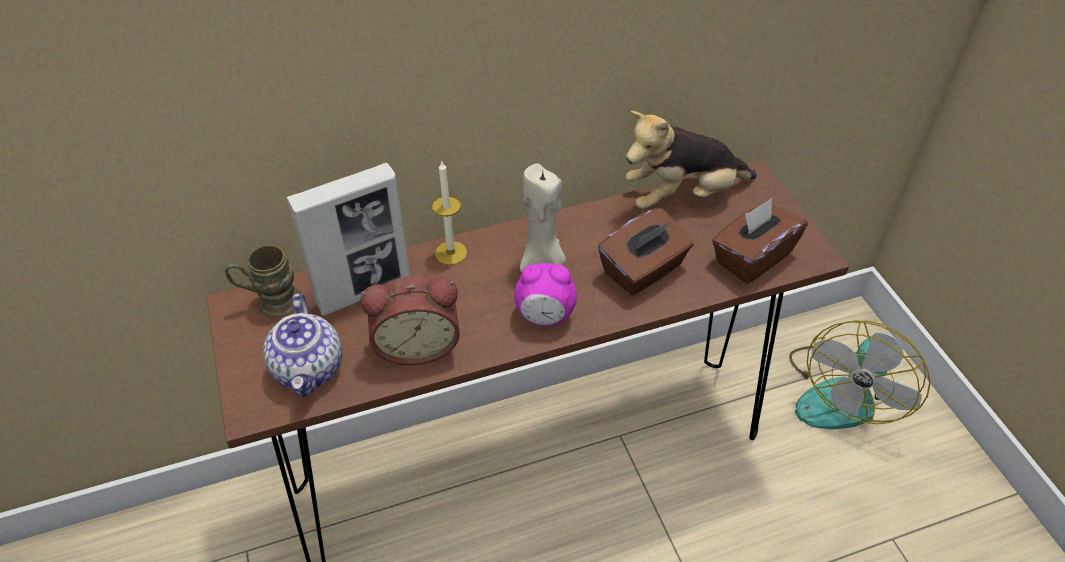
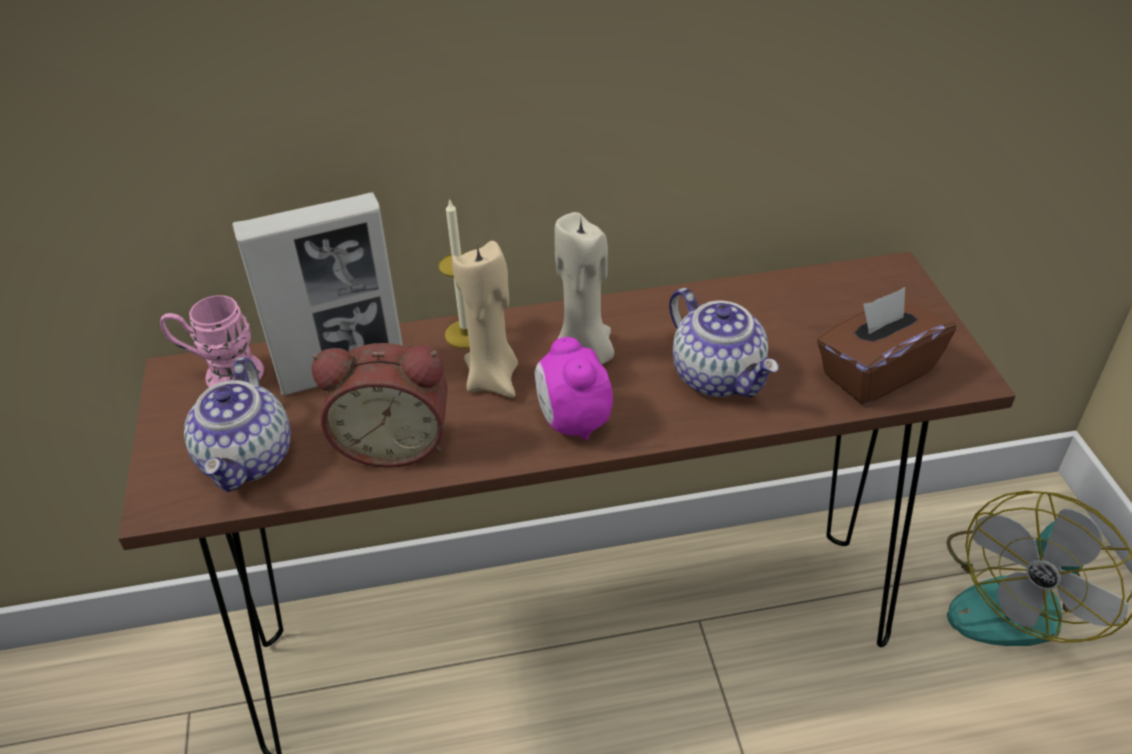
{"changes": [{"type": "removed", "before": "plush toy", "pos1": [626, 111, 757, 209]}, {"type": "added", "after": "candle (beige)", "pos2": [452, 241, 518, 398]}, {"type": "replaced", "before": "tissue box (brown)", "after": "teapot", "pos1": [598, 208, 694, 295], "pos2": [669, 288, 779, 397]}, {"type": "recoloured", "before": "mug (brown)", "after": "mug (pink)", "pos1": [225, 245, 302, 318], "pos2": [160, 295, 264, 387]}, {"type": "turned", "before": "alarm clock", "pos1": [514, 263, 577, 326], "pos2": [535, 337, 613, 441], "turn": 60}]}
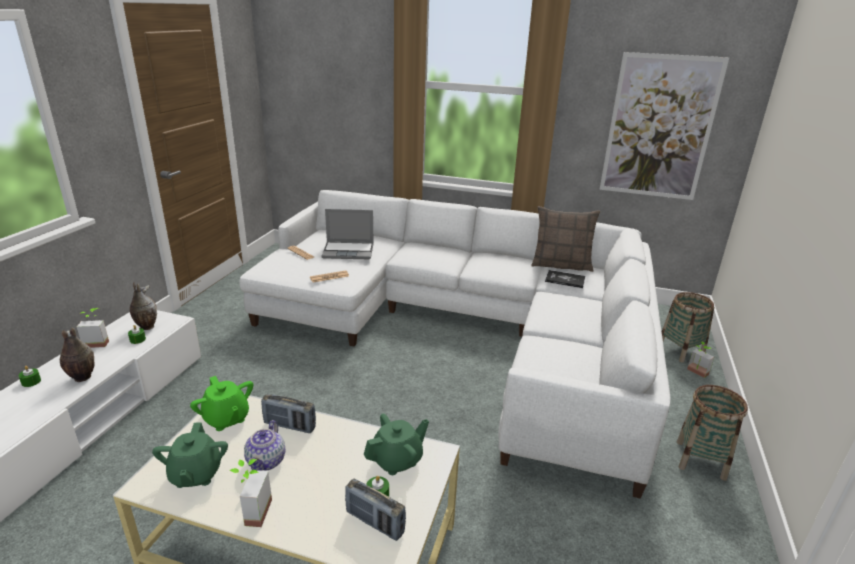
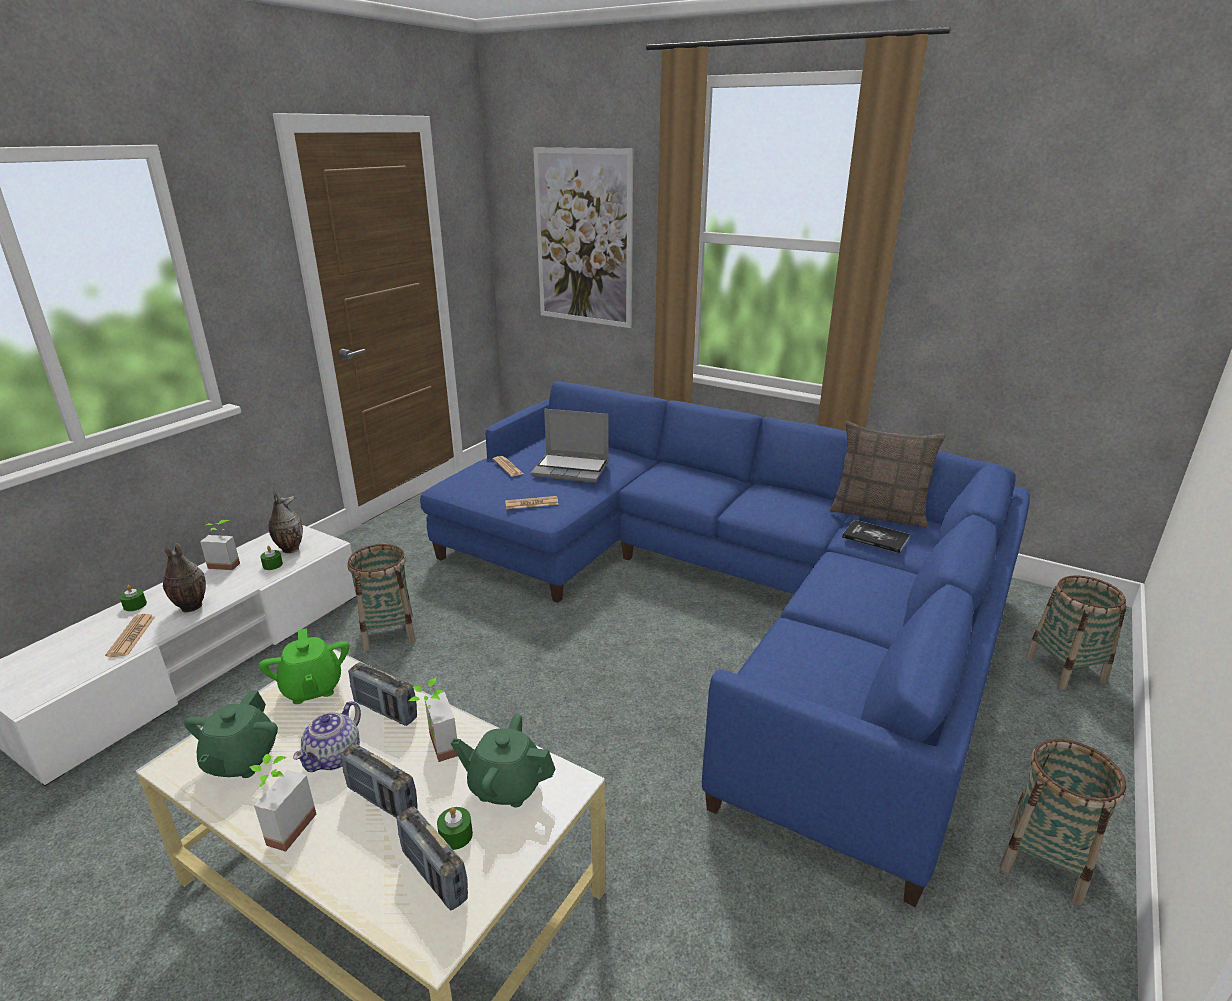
{"changes": [{"type": "added", "after": "newspaper", "pos2": [105, 614, 155, 657]}, {"type": "added", "after": "radio", "pos2": [341, 743, 417, 819]}, {"type": "added", "after": "basket", "pos2": [347, 544, 416, 651]}, {"type": "moved", "before": "picture", "pos1": [599, 52, 729, 200], "pos2": [533, 147, 633, 328]}, {"type": "moved", "before": "potted plant", "pos1": [687, 342, 714, 378], "pos2": [409, 678, 457, 762]}, {"type": "recoloured", "before": "sofa (white)", "after": "sofa (blue)", "pos1": [239, 190, 671, 498], "pos2": [420, 382, 1030, 907]}, {"type": "turned", "before": "teapot (green)", "pos1": [364, 414, 429, 475], "pos2": [451, 714, 555, 807], "turn": -150}]}
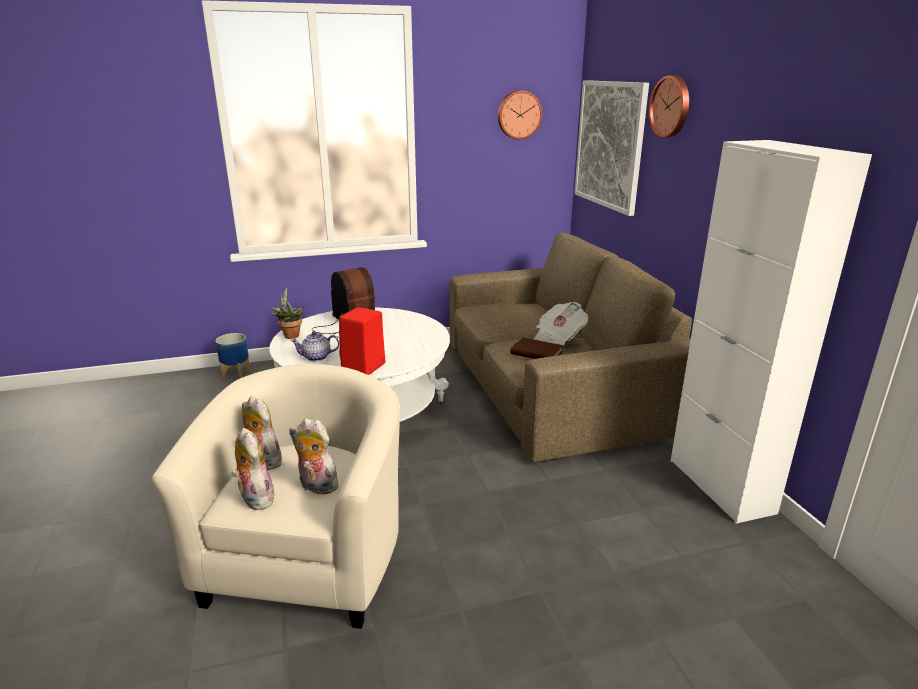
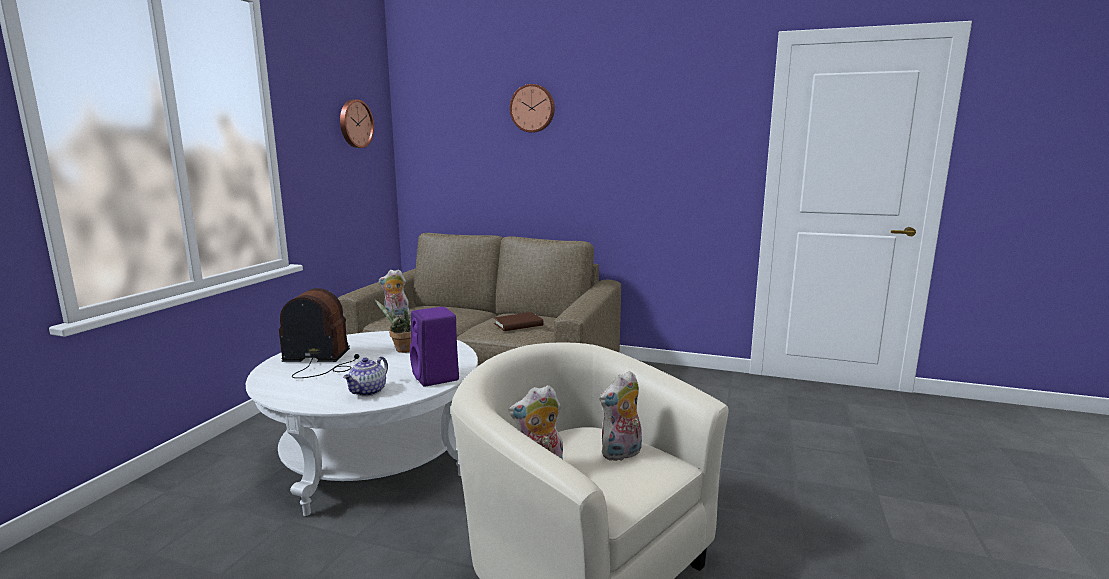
{"changes": [{"type": "removed", "before": "planter", "pos1": [215, 333, 250, 378]}, {"type": "removed", "before": "newspaper", "pos1": [534, 302, 588, 345]}, {"type": "removed", "before": "picture", "pos1": [574, 80, 649, 216]}, {"type": "removed", "before": "cabinet (white)", "pos1": [671, 140, 872, 524]}, {"type": "moved", "before": "plush toy", "pos1": [231, 428, 275, 510], "pos2": [379, 269, 410, 317]}, {"type": "moved", "before": "potted plant", "pos1": [271, 287, 303, 339], "pos2": [375, 300, 411, 353]}, {"type": "recoloured", "before": "speaker (red)", "after": "speaker (purple)", "pos1": [339, 307, 385, 375], "pos2": [410, 307, 459, 387]}]}
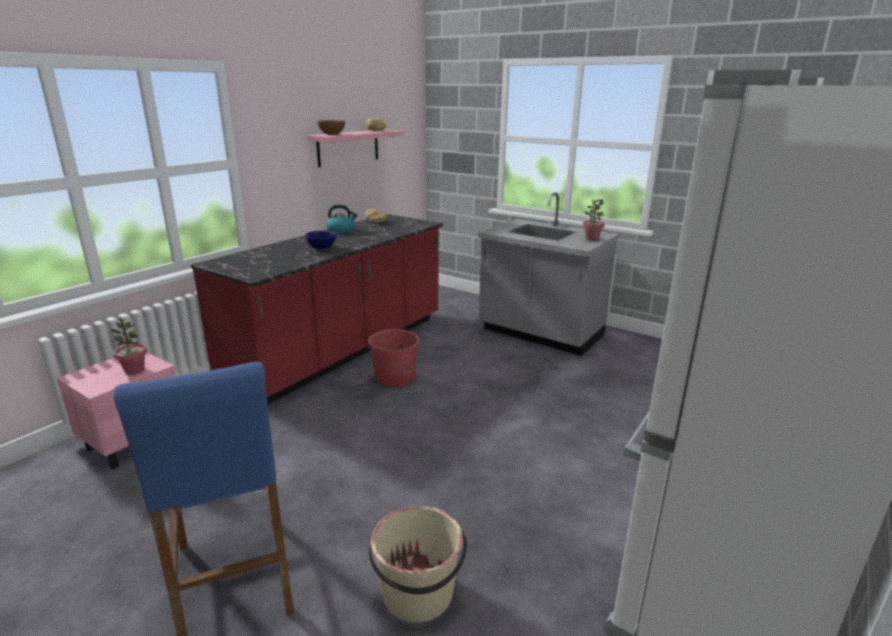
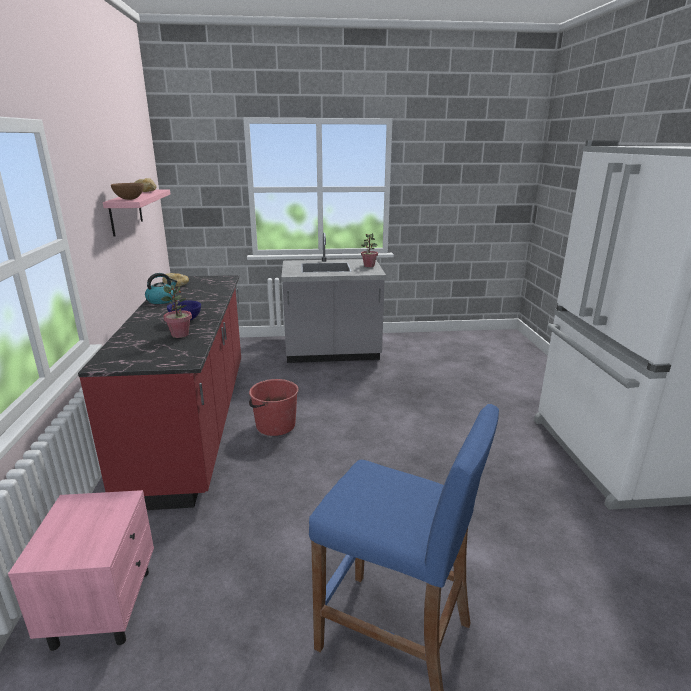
{"changes": [{"type": "removed", "before": "bucket (beige)", "pos1": [369, 506, 467, 623]}, {"type": "moved", "before": "potted plant", "pos1": [111, 318, 147, 375], "pos2": [161, 285, 192, 338]}]}
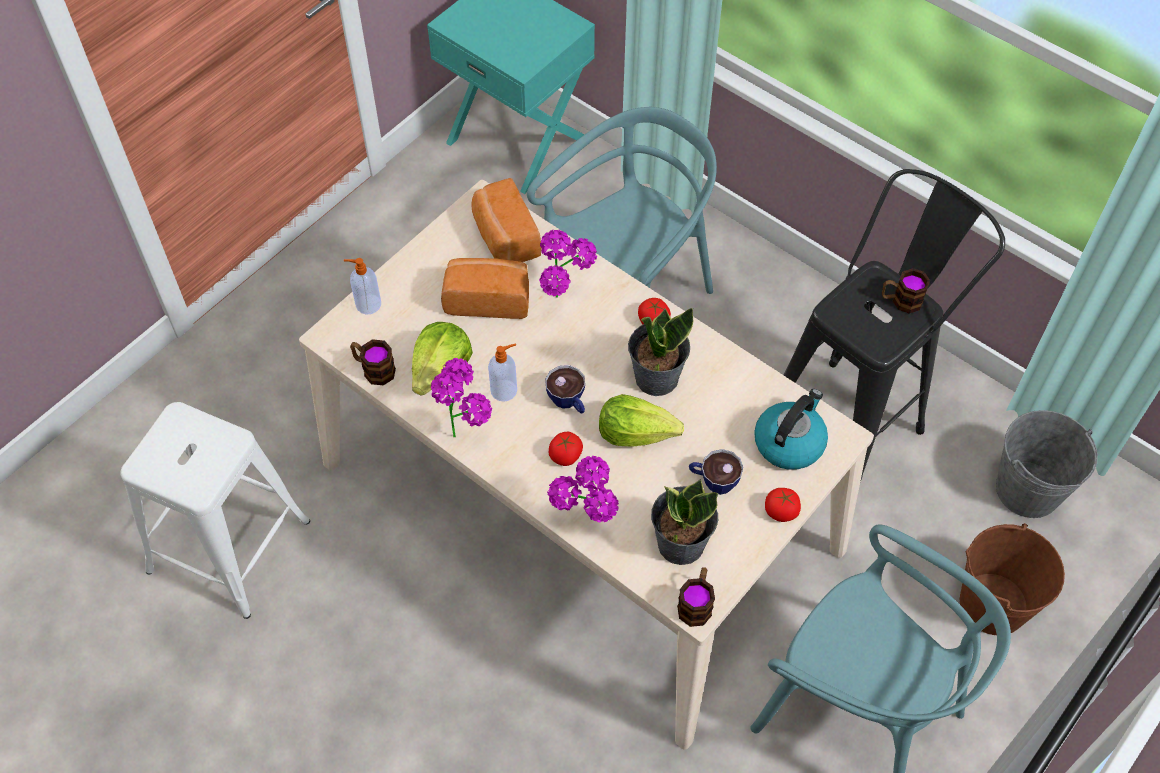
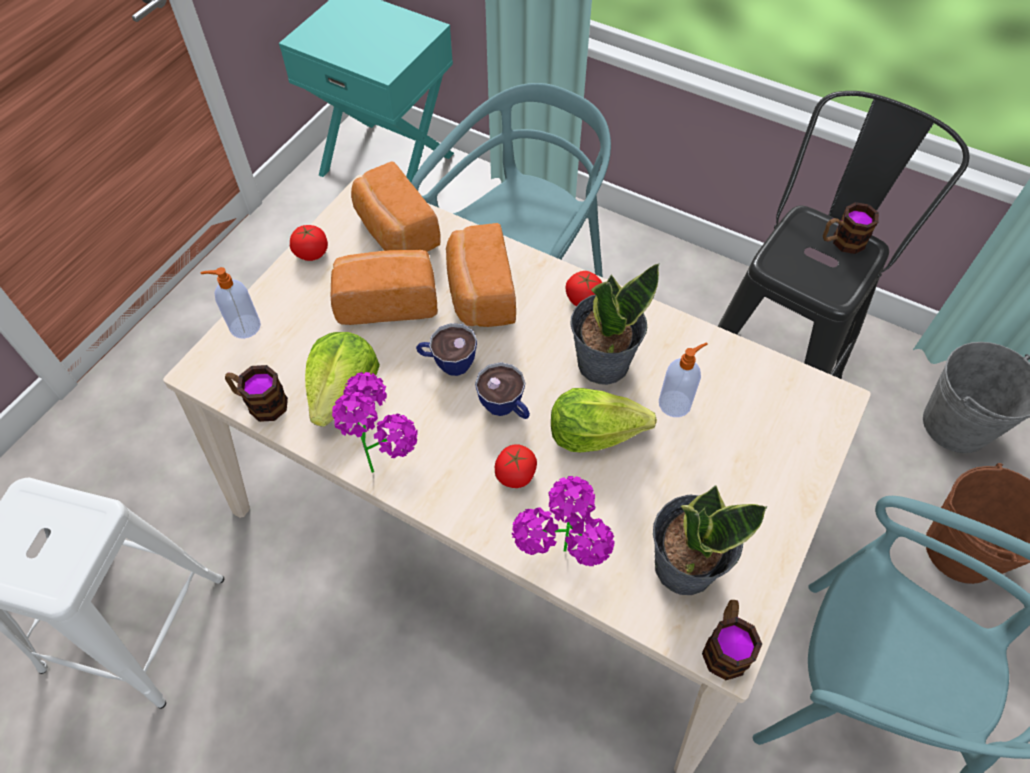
{"changes": [{"type": "removed", "before": "kettle", "pos1": [754, 389, 828, 470]}, {"type": "moved", "before": "soap dispenser", "pos1": [488, 344, 517, 402], "pos2": [659, 343, 707, 417]}, {"type": "moved", "before": "cup", "pos1": [689, 449, 743, 495], "pos2": [416, 323, 477, 376]}, {"type": "moved", "before": "tomato", "pos1": [765, 488, 801, 522], "pos2": [290, 225, 328, 261]}, {"type": "replaced", "before": "potted plant", "after": "bread", "pos1": [539, 230, 597, 298], "pos2": [446, 223, 516, 327]}]}
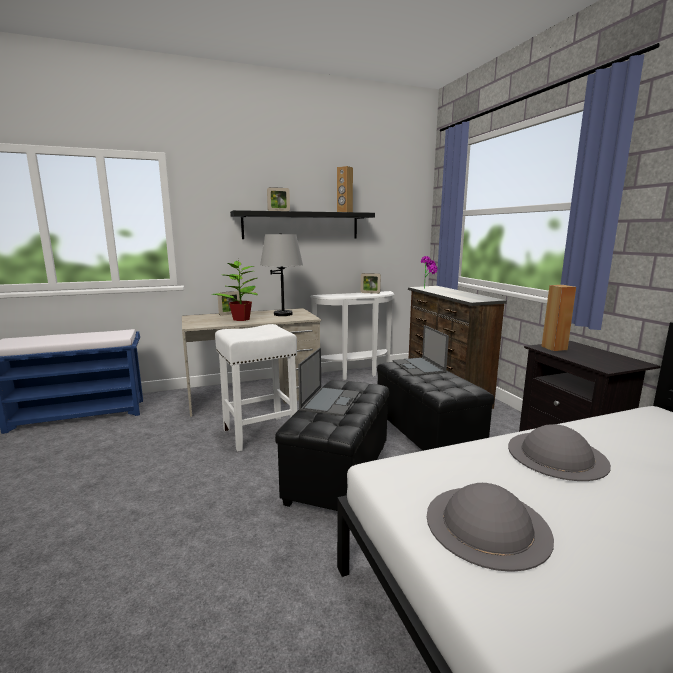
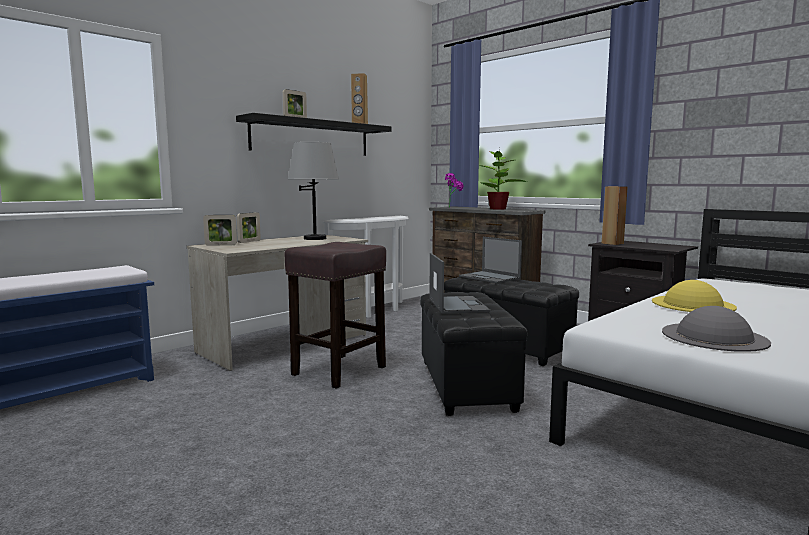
{"changes": [{"type": "moved", "before": "potted plant", "pos1": [212, 260, 258, 321], "pos2": [480, 148, 527, 210]}, {"type": "moved", "before": "picture frame", "pos1": [361, 273, 381, 294], "pos2": [203, 215, 237, 246]}, {"type": "recoloured", "before": "stool (white)", "after": "stool (brown)", "pos1": [215, 324, 297, 452], "pos2": [284, 242, 386, 389]}, {"type": "recoloured", "before": "hat (grey)", "after": "hat (yellow)", "pos1": [508, 424, 611, 481], "pos2": [652, 280, 737, 312]}]}
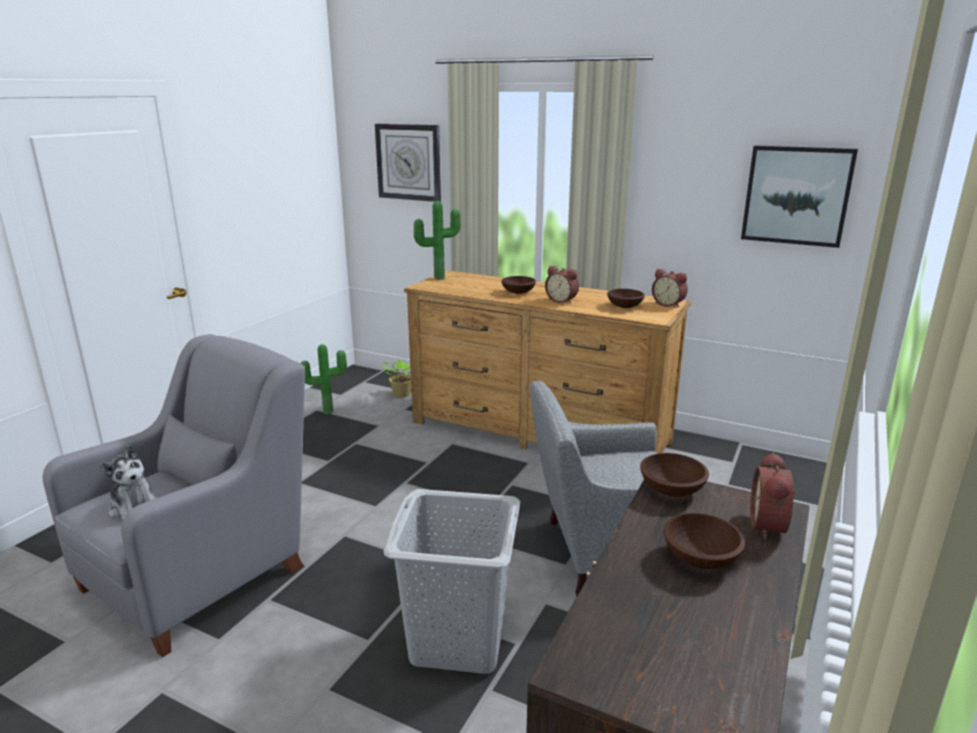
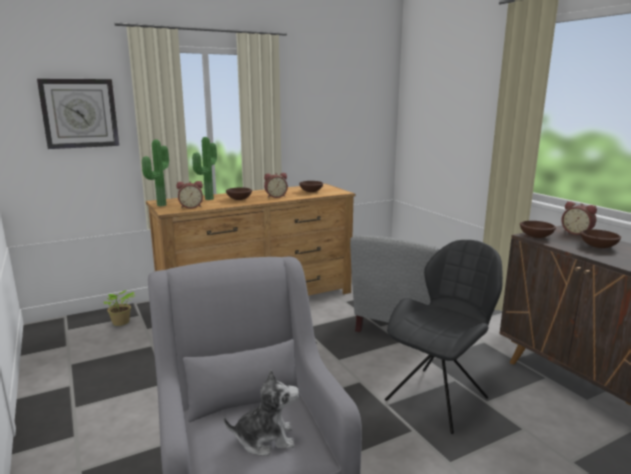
{"changes": [{"type": "removed", "before": "picture", "pos1": [741, 145, 858, 248]}, {"type": "moved", "before": "potted plant", "pos1": [301, 344, 347, 414], "pos2": [192, 137, 217, 200]}, {"type": "moved", "before": "alarm clock", "pos1": [652, 269, 688, 308], "pos2": [176, 181, 203, 209]}, {"type": "replaced", "before": "laundry basket (grey)", "after": "chair (black)", "pos1": [383, 489, 520, 674], "pos2": [385, 240, 503, 434]}]}
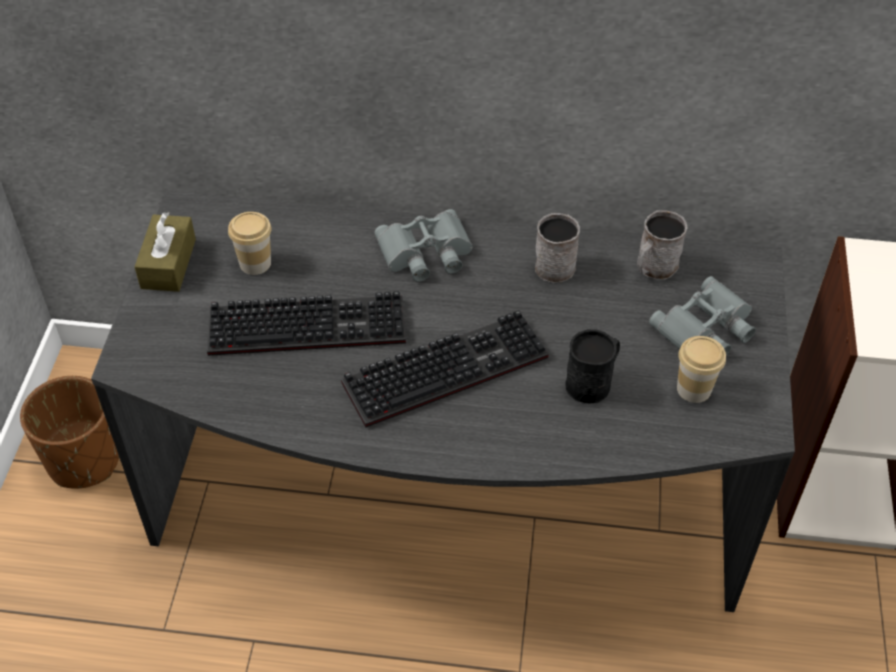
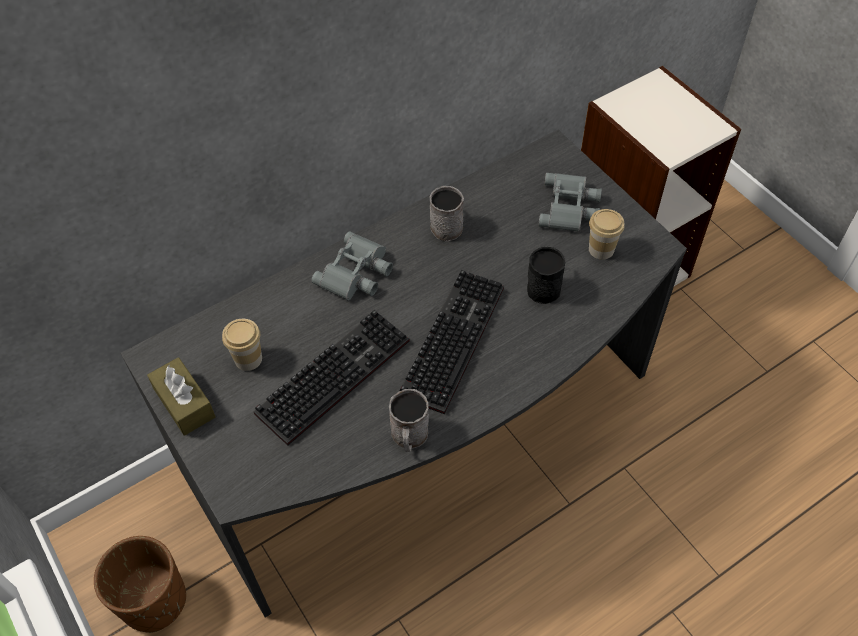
{"changes": [{"type": "moved", "before": "mug (grey)", "pos1": [637, 210, 688, 280], "pos2": [389, 389, 429, 452]}]}
